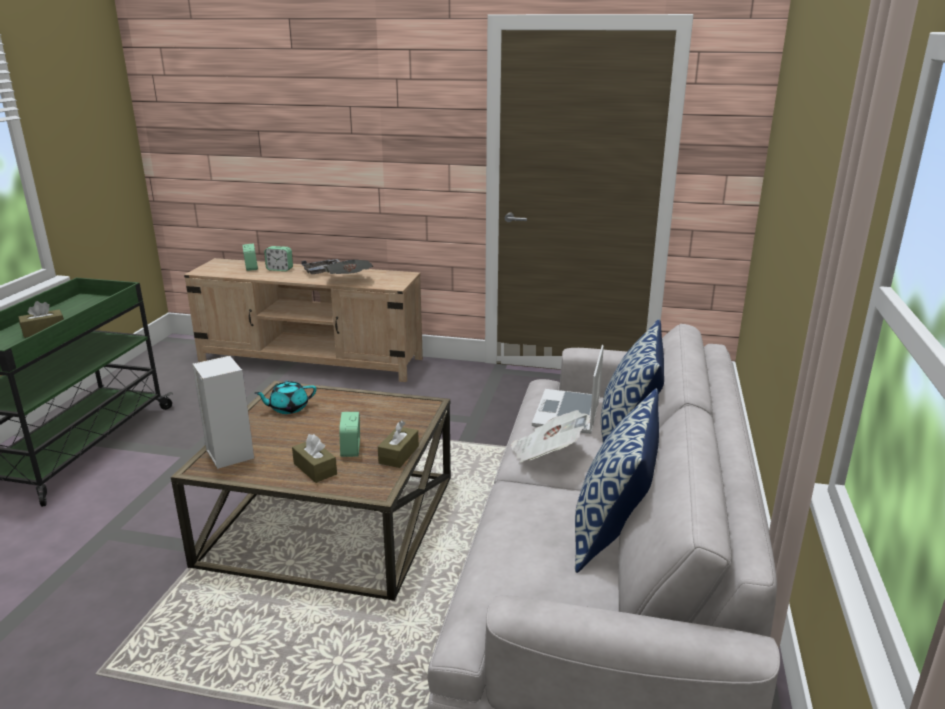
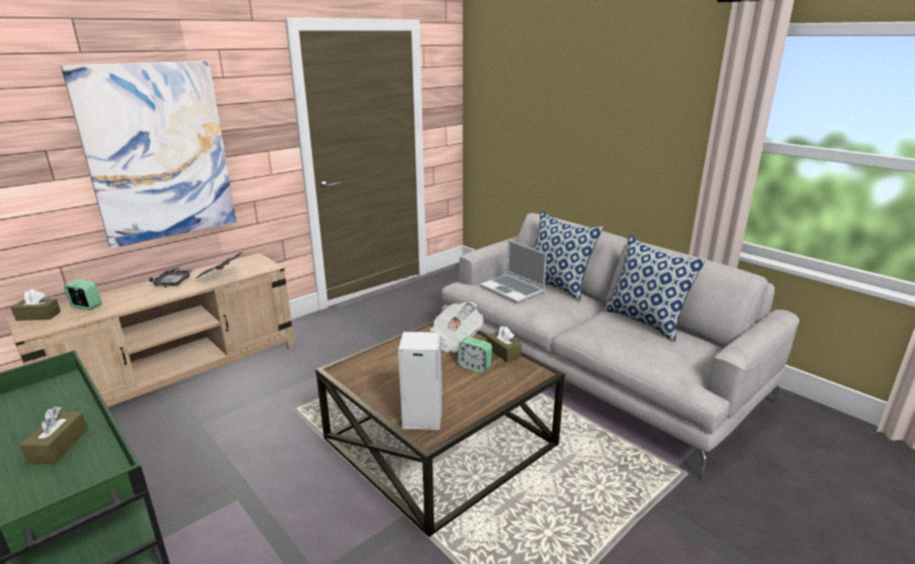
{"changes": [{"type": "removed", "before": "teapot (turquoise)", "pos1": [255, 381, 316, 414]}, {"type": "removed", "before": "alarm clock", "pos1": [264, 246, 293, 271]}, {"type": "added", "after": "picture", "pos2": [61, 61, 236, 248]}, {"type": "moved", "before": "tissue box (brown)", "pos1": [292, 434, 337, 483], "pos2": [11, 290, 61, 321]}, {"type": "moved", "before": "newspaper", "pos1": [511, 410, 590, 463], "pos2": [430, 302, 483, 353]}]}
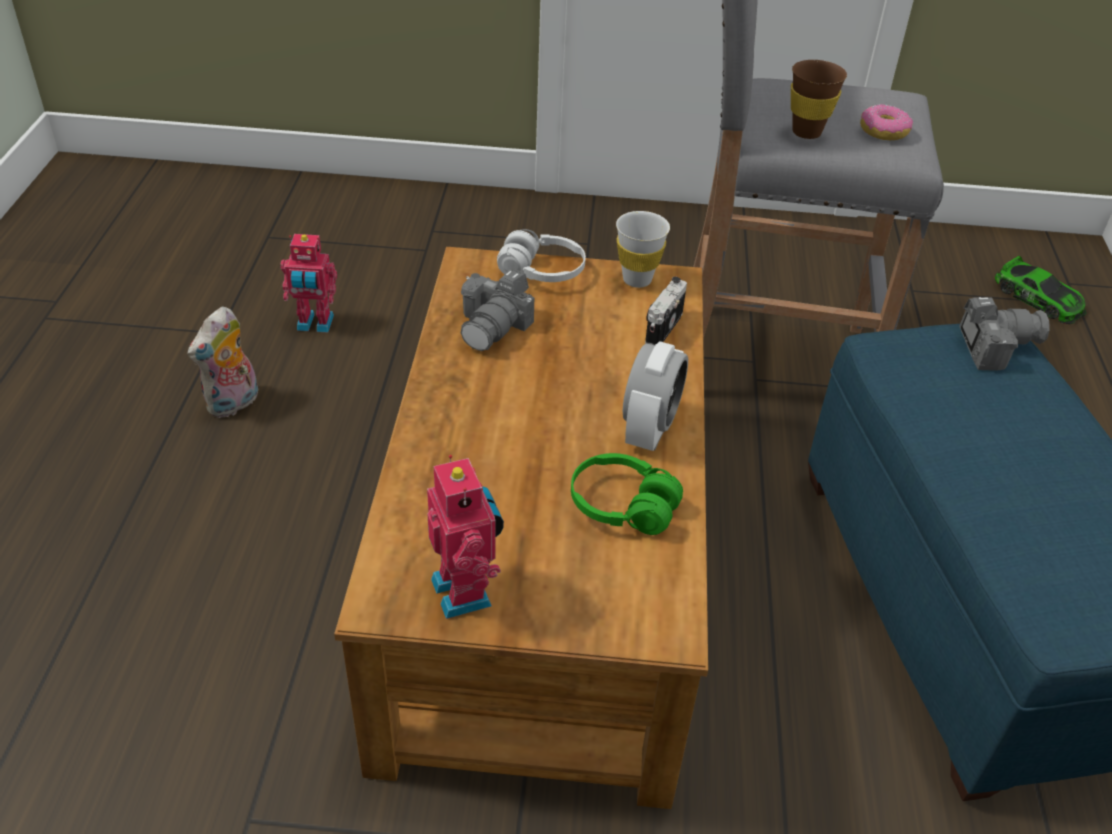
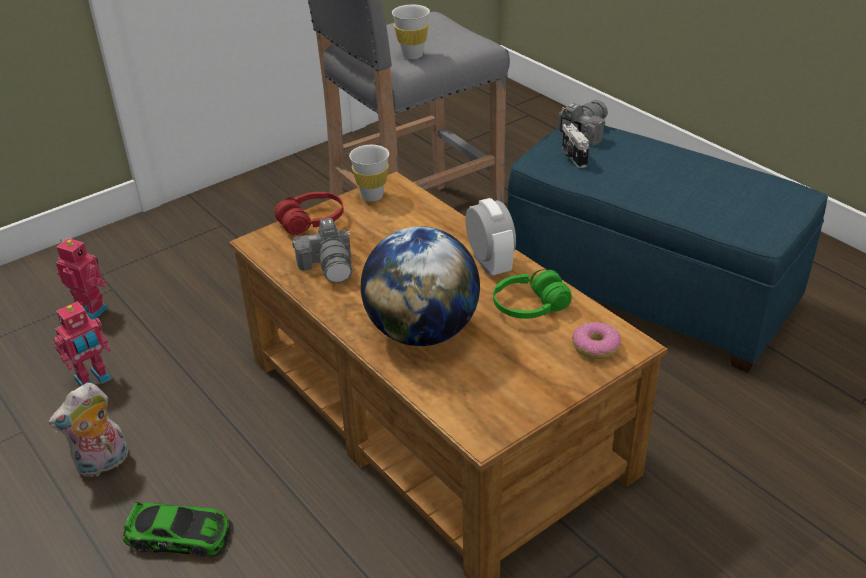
{"changes": [{"type": "added", "after": "globe", "pos2": [361, 226, 480, 346]}, {"type": "moved", "before": "toy robot", "pos1": [427, 455, 504, 619], "pos2": [56, 238, 108, 320]}, {"type": "moved", "before": "photo camera", "pos1": [645, 277, 687, 345], "pos2": [562, 122, 589, 168]}, {"type": "moved", "before": "donut", "pos1": [860, 104, 913, 140], "pos2": [572, 322, 621, 359]}, {"type": "moved", "before": "toy car", "pos1": [995, 256, 1087, 324], "pos2": [123, 502, 234, 557]}, {"type": "recoloured", "before": "headphones (white)", "after": "headphones (red)", "pos1": [497, 229, 586, 282], "pos2": [275, 192, 344, 235]}, {"type": "recoloured", "before": "cup (brown)", "after": "cup (white)", "pos1": [791, 60, 847, 139], "pos2": [392, 5, 430, 59]}, {"type": "turned", "before": "plush toy", "pos1": [188, 307, 258, 418], "pos2": [48, 383, 128, 477], "turn": 60}]}
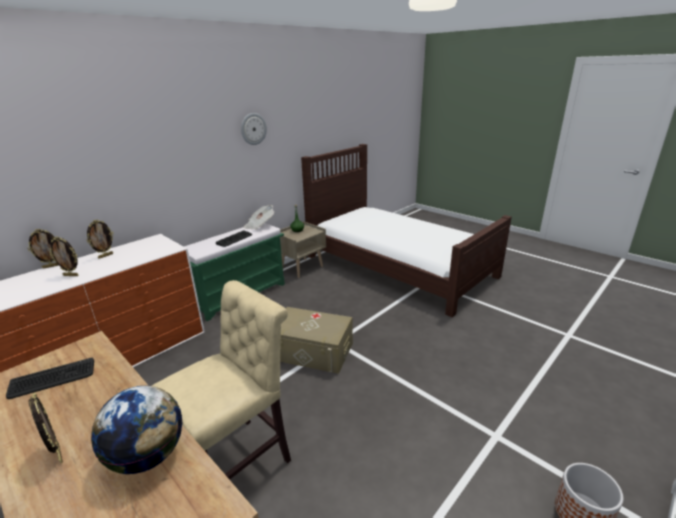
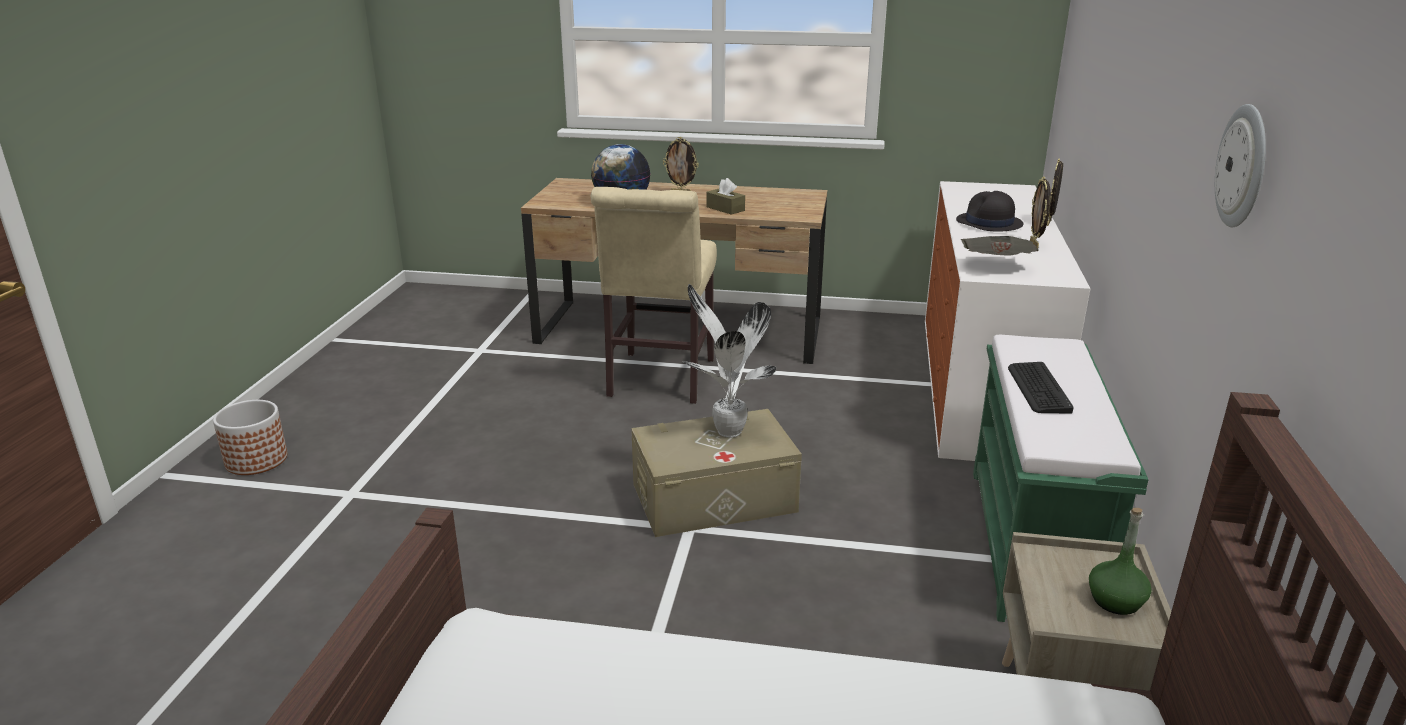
{"changes": [{"type": "removed", "before": "keyboard", "pos1": [6, 358, 94, 399]}, {"type": "added", "after": "potted plant", "pos2": [683, 284, 776, 438]}, {"type": "added", "after": "tissue box (brown)", "pos2": [706, 178, 745, 215]}, {"type": "moved", "before": "newspaper", "pos1": [244, 205, 274, 230], "pos2": [960, 236, 1039, 256]}, {"type": "replaced", "before": "picture frame", "after": "hat (black)", "pos1": [49, 237, 78, 276], "pos2": [956, 191, 1024, 231]}]}
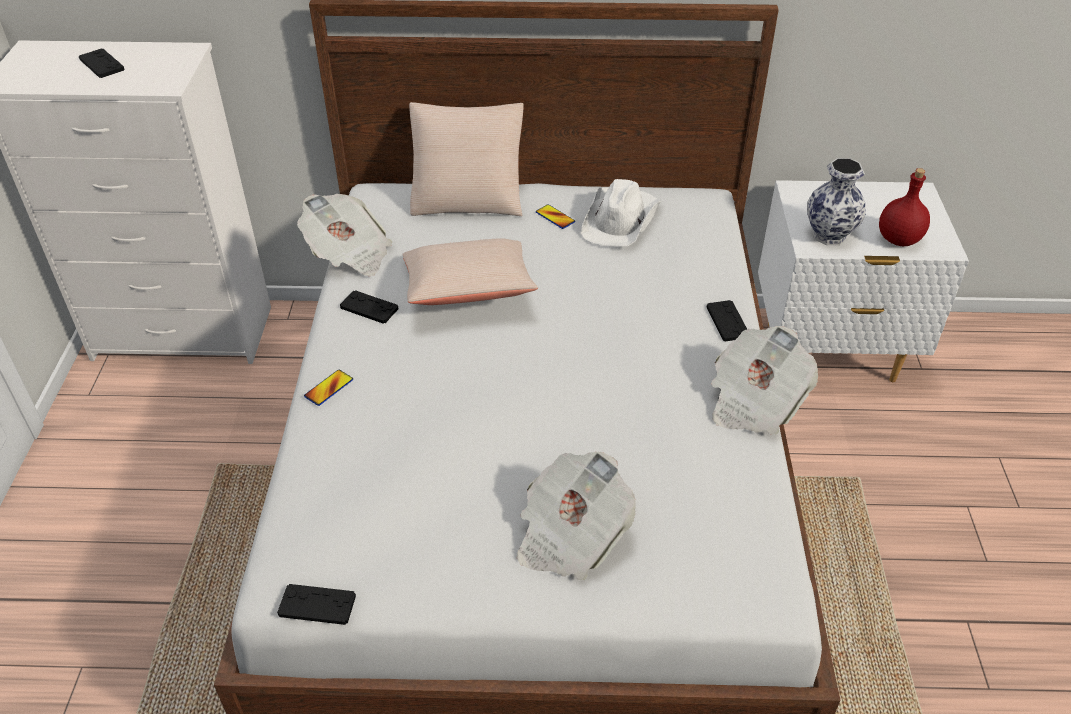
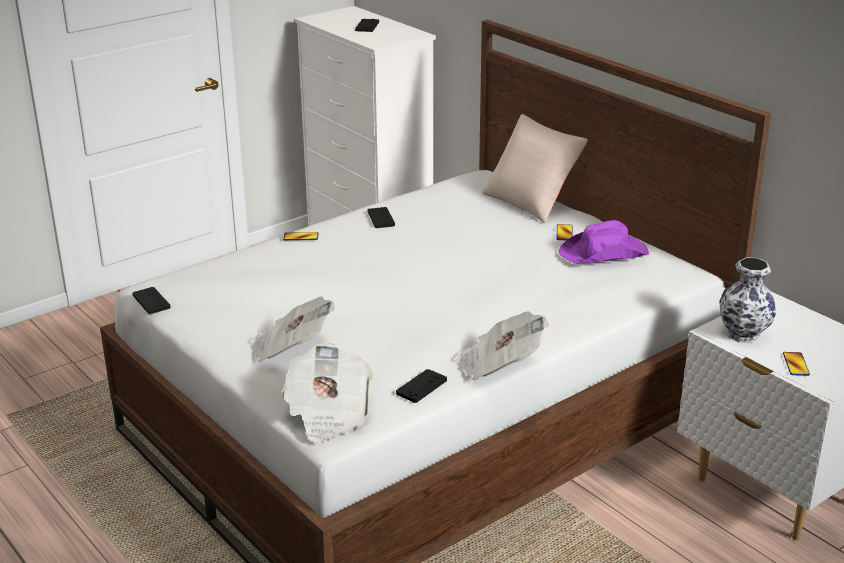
{"changes": [{"type": "removed", "before": "pillow (beige)", "pos1": [403, 239, 538, 305]}, {"type": "moved", "before": "newspaper", "pos1": [297, 194, 392, 276], "pos2": [282, 343, 373, 443]}, {"type": "moved", "before": "game controller (black)", "pos1": [707, 300, 747, 342], "pos2": [396, 369, 447, 403]}, {"type": "replaced", "before": "bottle (red)", "after": "phone", "pos1": [879, 168, 930, 246], "pos2": [783, 352, 810, 376]}, {"type": "recoloured", "before": "hat (white)", "after": "hat (purple)", "pos1": [580, 179, 661, 246], "pos2": [558, 220, 649, 264]}]}
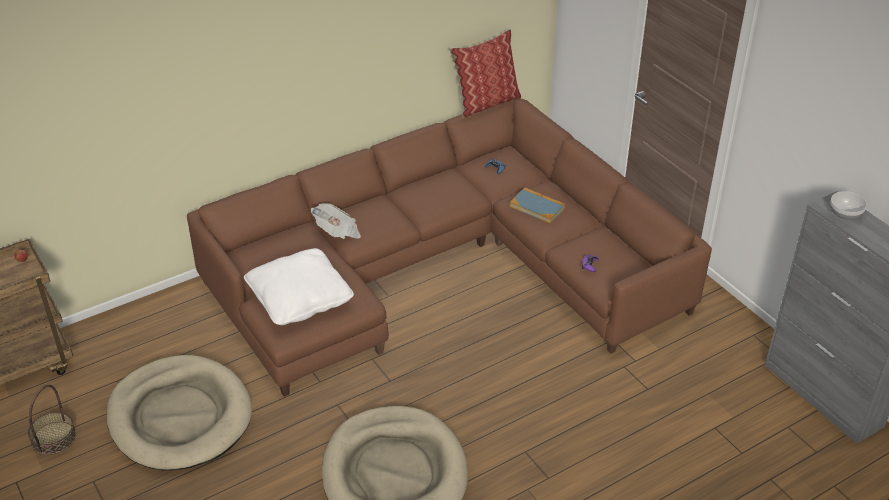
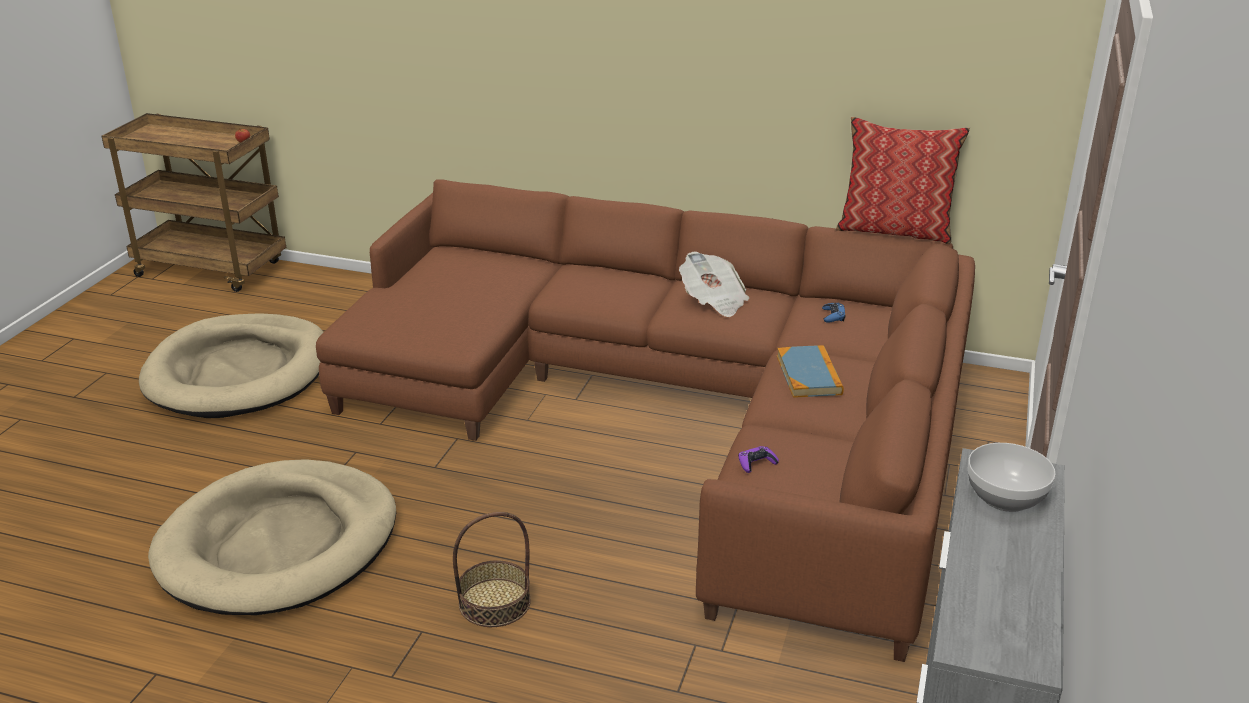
{"changes": [{"type": "removed", "before": "pillow (white)", "pos1": [244, 248, 354, 325]}, {"type": "moved", "before": "basket", "pos1": [28, 385, 76, 455], "pos2": [453, 512, 531, 627]}, {"type": "moved", "before": "newspaper", "pos1": [311, 203, 361, 239], "pos2": [679, 252, 749, 317]}]}
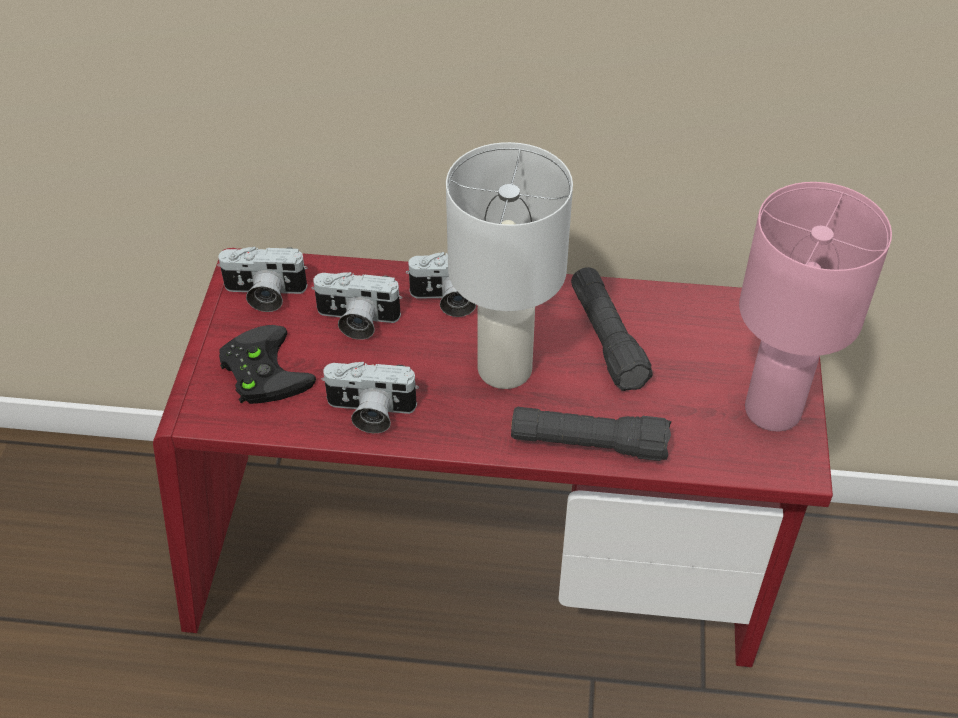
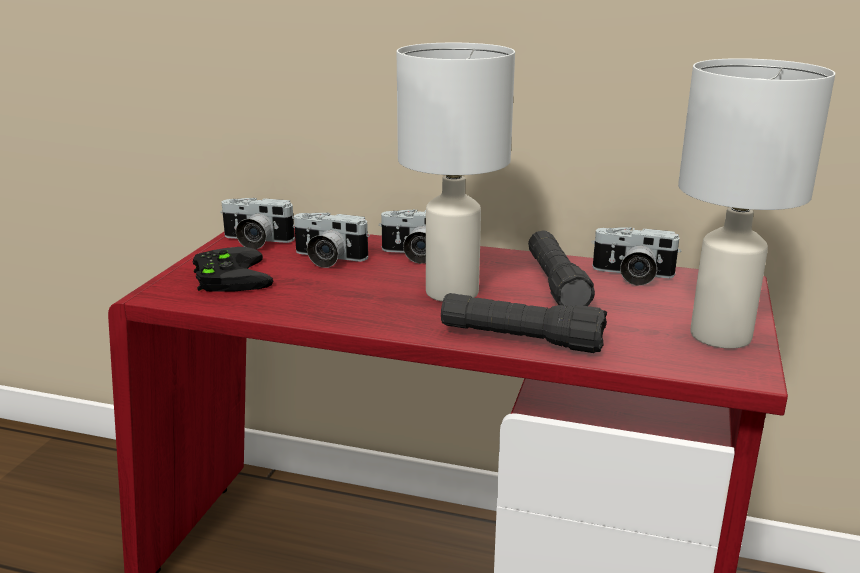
{"changes": [{"type": "moved", "before": "photo camera", "pos1": [321, 362, 419, 433], "pos2": [591, 227, 681, 286]}, {"type": "recoloured", "before": "table lamp (pink)", "after": "table lamp (white)", "pos1": [739, 182, 892, 432], "pos2": [678, 58, 835, 349]}]}
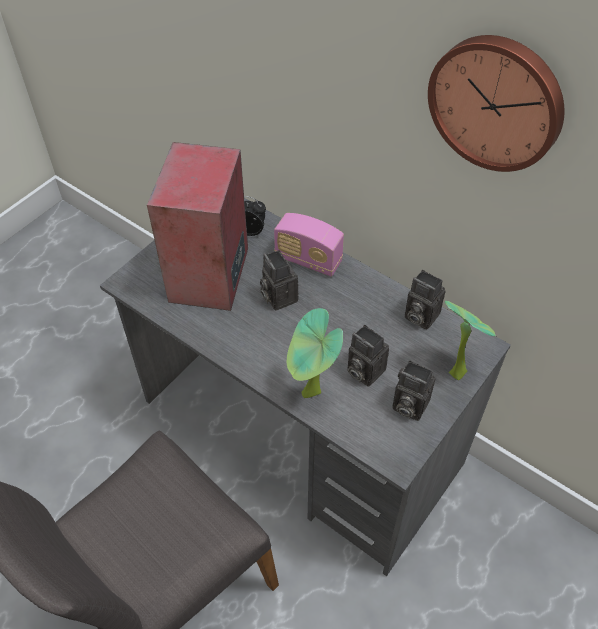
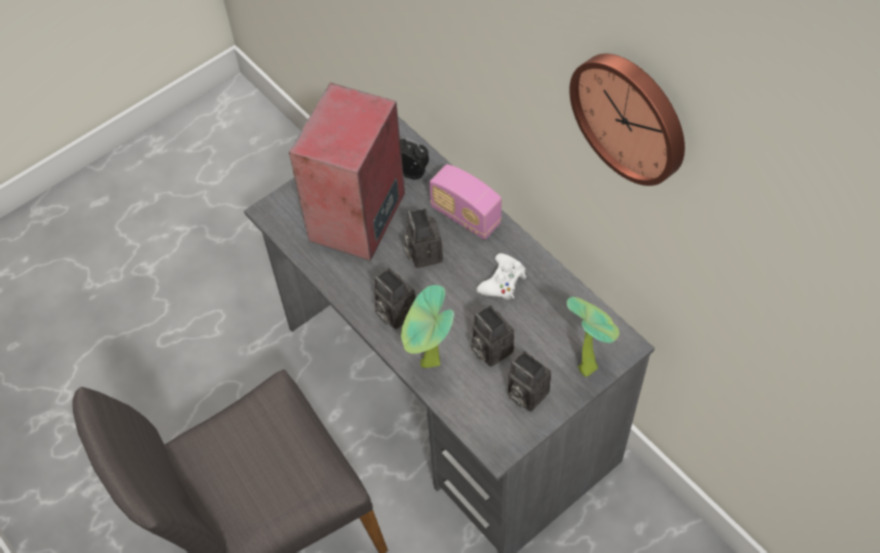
{"changes": [{"type": "added", "after": "game controller (white)", "pos2": [476, 253, 526, 300]}, {"type": "moved", "before": "photo camera", "pos1": [405, 270, 445, 330], "pos2": [374, 268, 416, 329]}]}
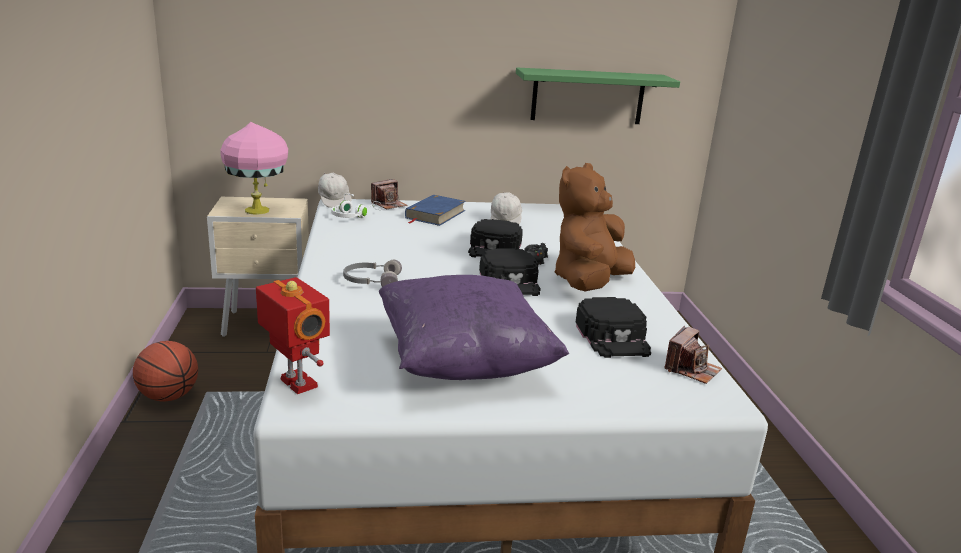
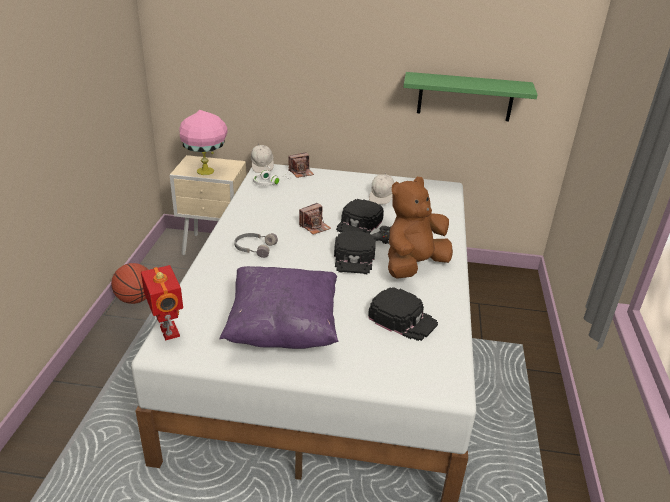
{"changes": [{"type": "removed", "before": "book (blue)", "pos1": [405, 195, 466, 226]}, {"type": "moved", "before": "photo camera", "pos1": [664, 326, 722, 384], "pos2": [299, 203, 331, 235]}, {"type": "turned", "before": "cap (black)", "pos1": [576, 297, 651, 358], "pos2": [368, 287, 438, 341], "turn": -60}]}
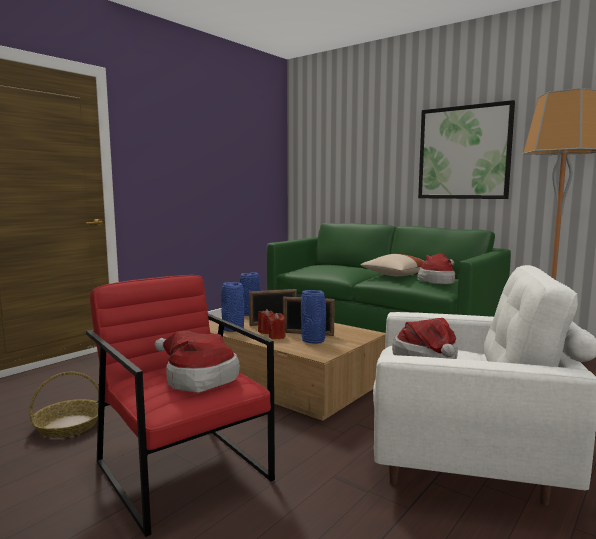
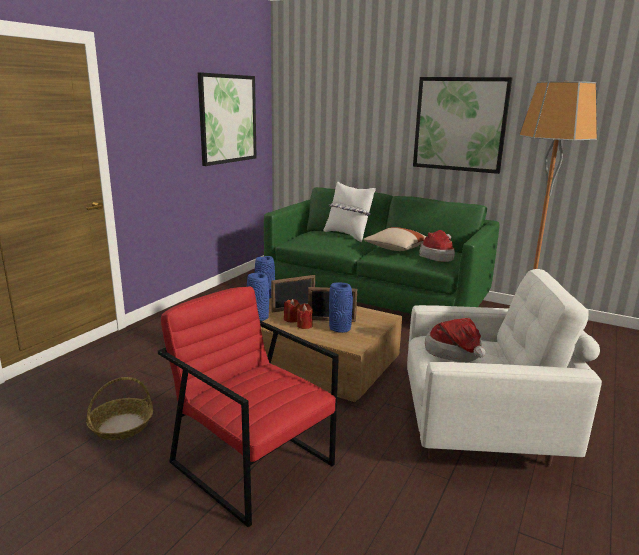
{"changes": [{"type": "removed", "before": "hat", "pos1": [155, 331, 240, 393]}, {"type": "added", "after": "picture", "pos2": [198, 72, 257, 166]}, {"type": "added", "after": "pillow (white)", "pos2": [323, 182, 376, 242]}]}
